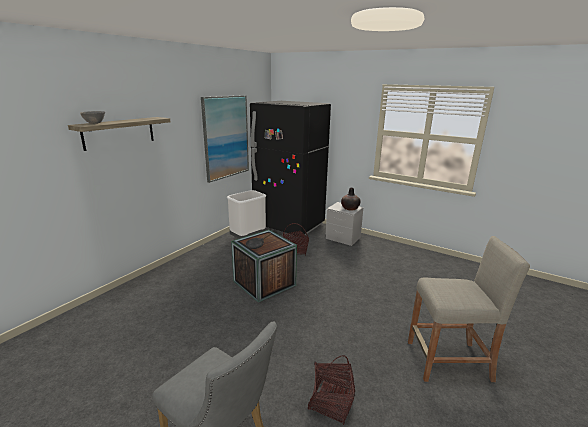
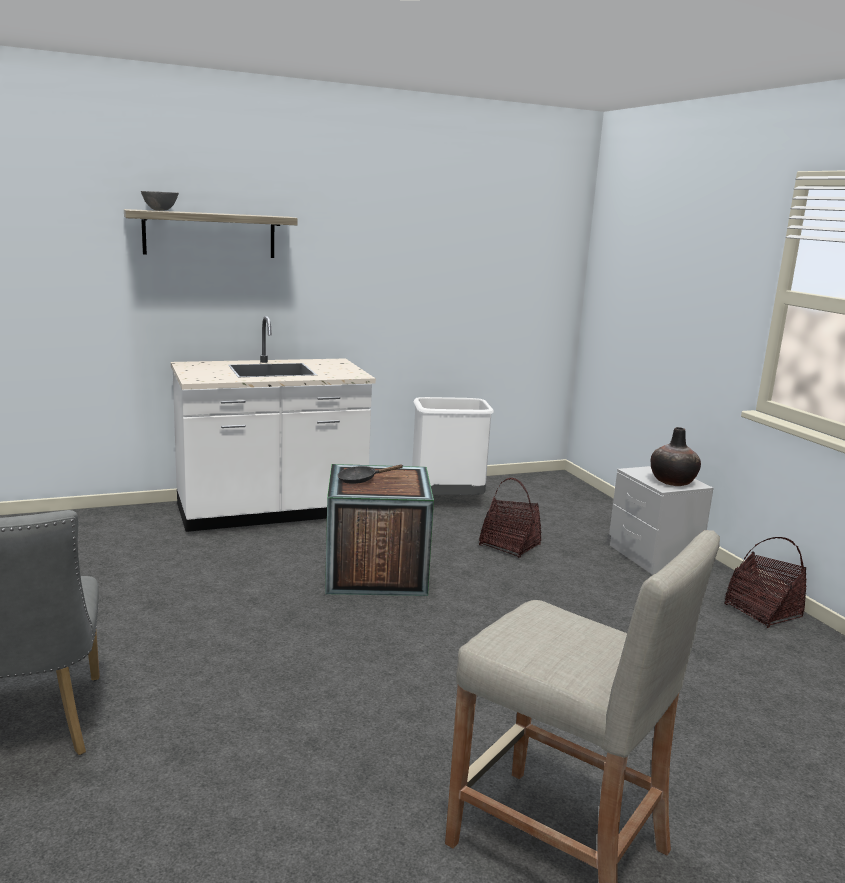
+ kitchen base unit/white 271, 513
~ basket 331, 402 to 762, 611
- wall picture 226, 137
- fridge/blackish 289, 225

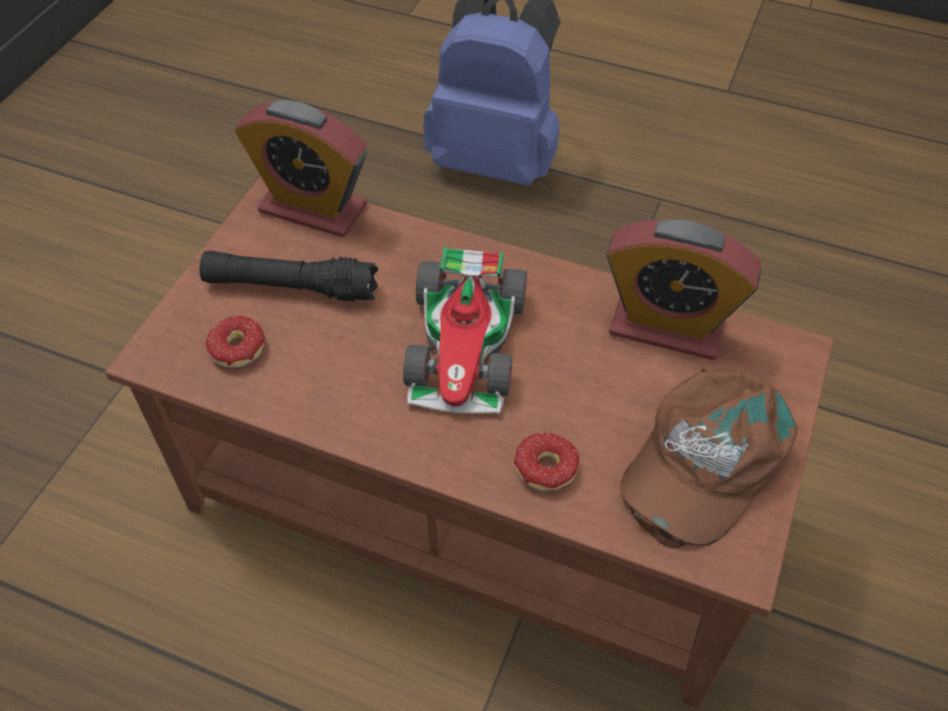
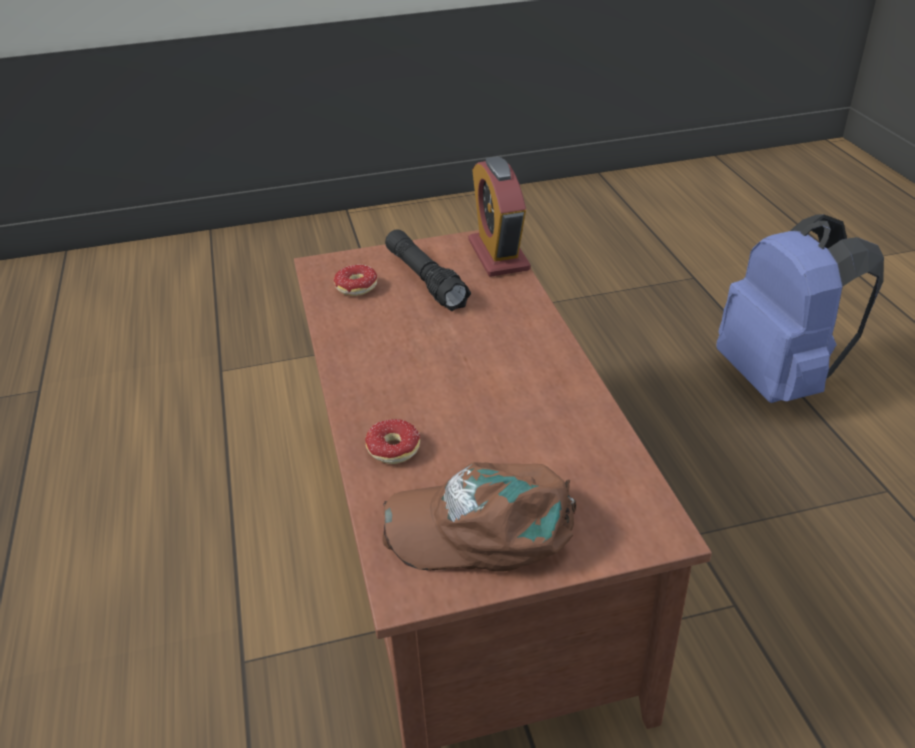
- miniature car 466, 344
- bedside clock 667, 327

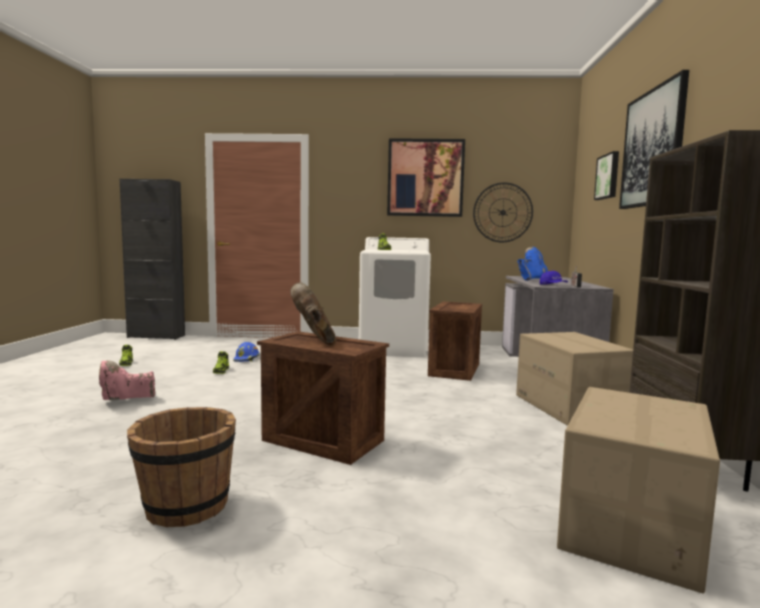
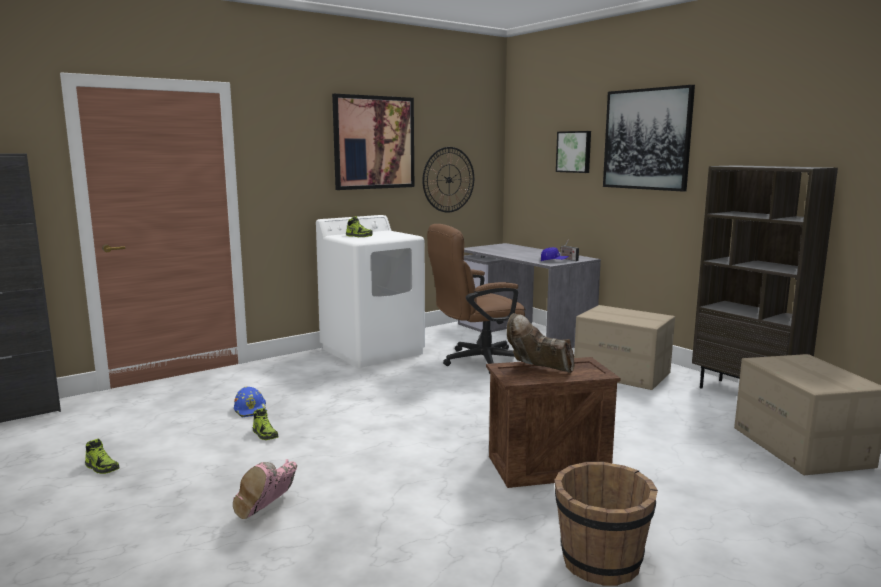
~ crate 453, 369 to office chair/brownish 476, 361
- boot/bluish 531, 279

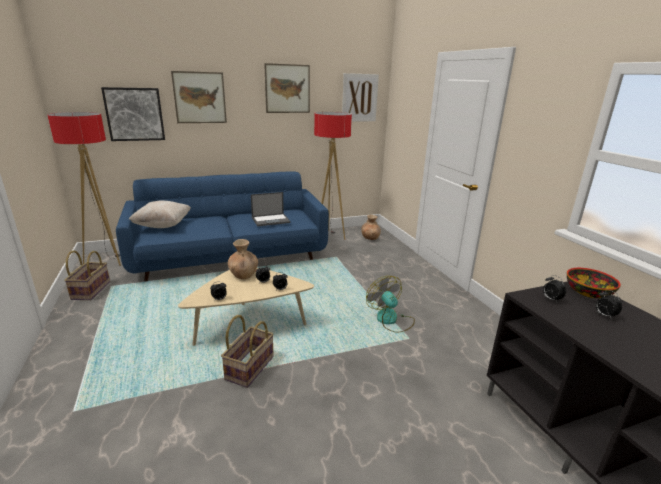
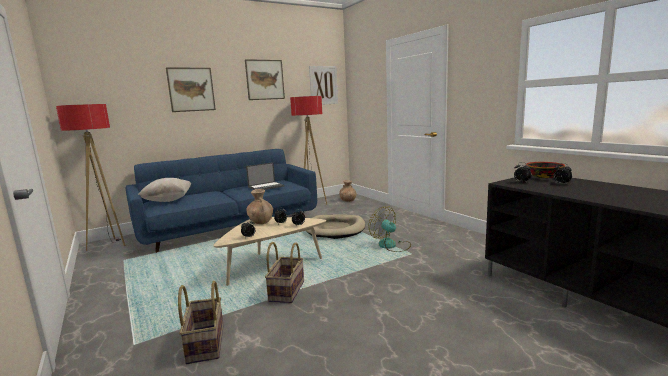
~ basket 90, 290 to 205, 343
+ pet bed/beige 335, 229
- wall picture 134, 114

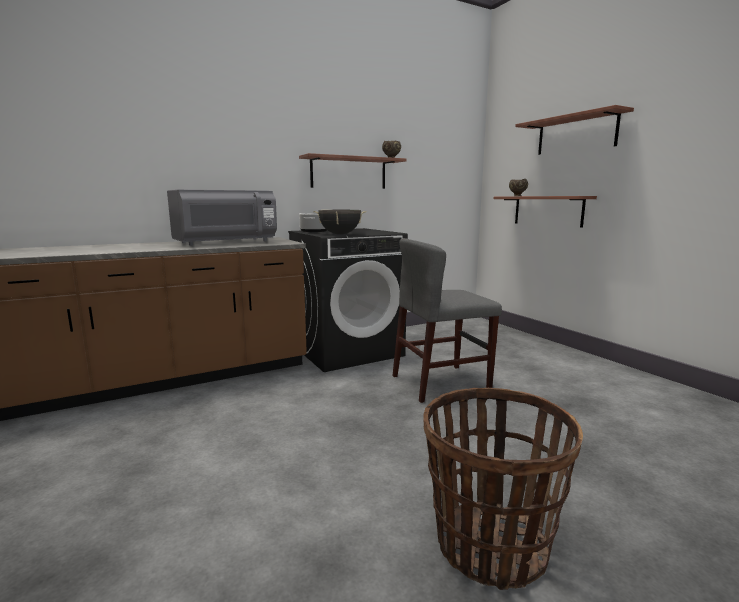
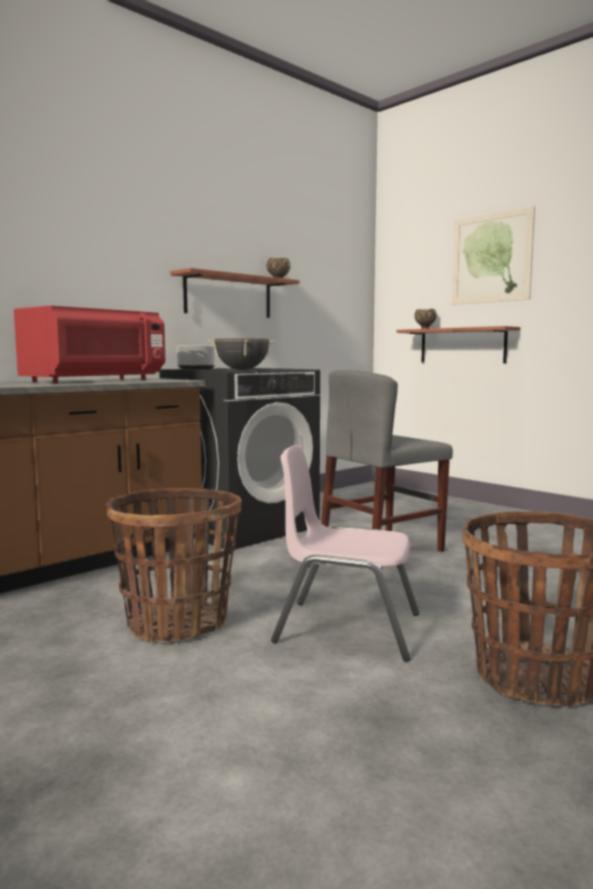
~ microwave oven/grey 225, 242 to microwave oven/red-coloured 95, 381
+ basket 178, 623
+ plain chair/pink-coloured 347, 628
~ wall shelf 576, 134 to wall picture 491, 258

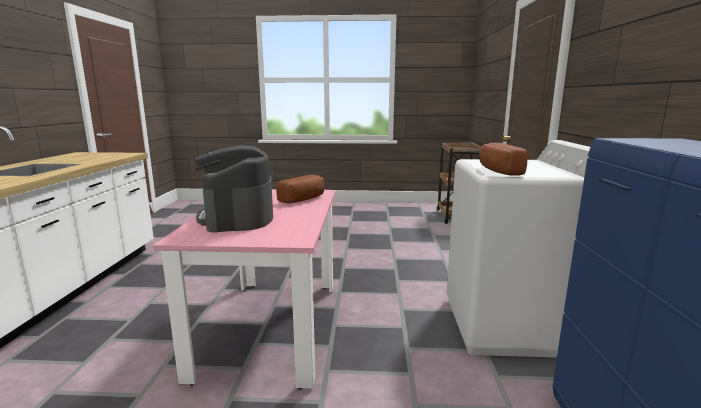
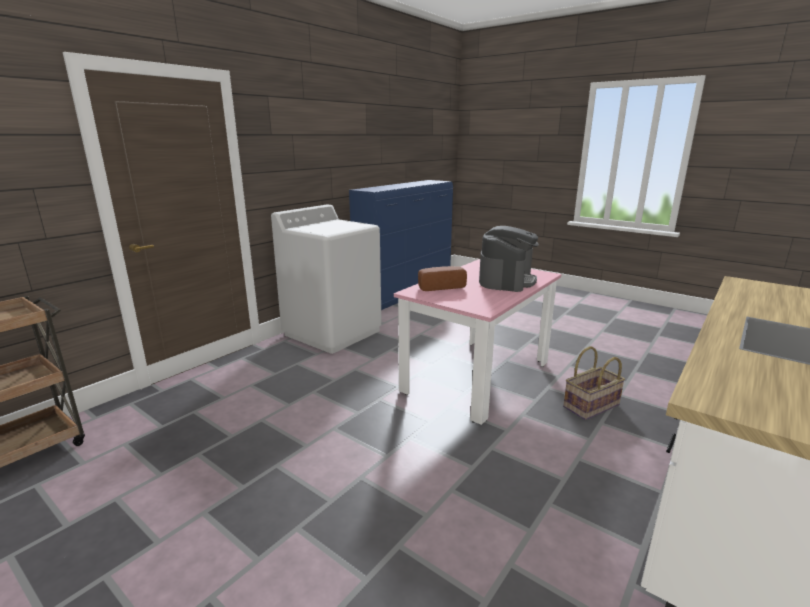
+ basket 591, 406
- baked bread 497, 171

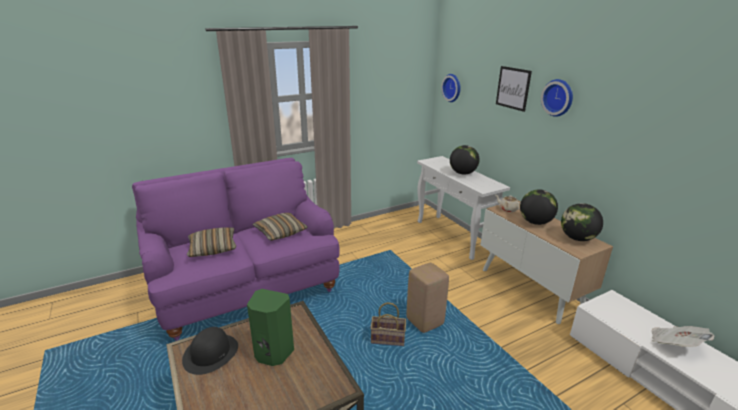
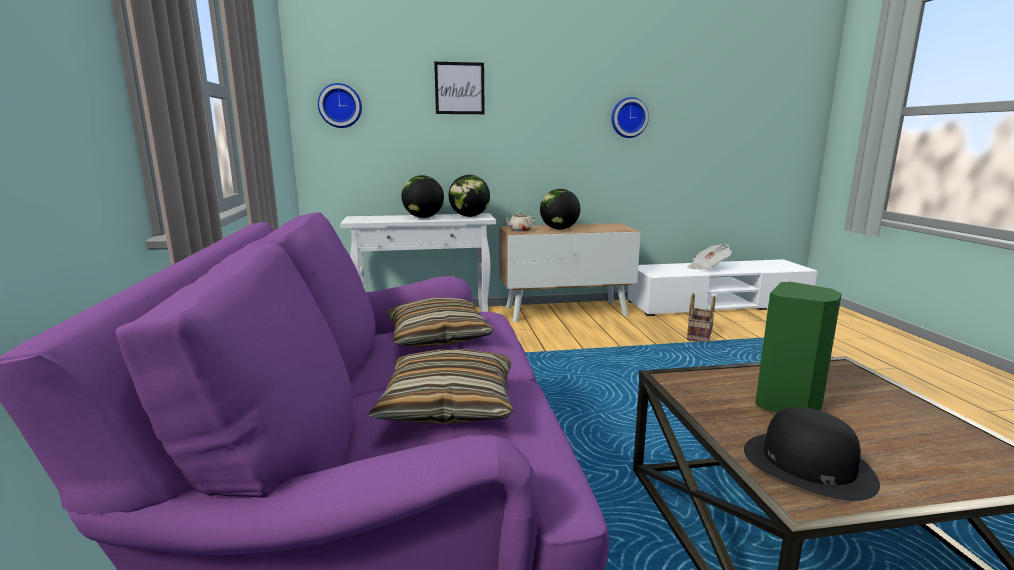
~ desk globe 577, 238 to 469, 216
~ hanging clock 558, 97 to 628, 117
~ basket 388, 338 to 698, 335
- sitting stool/beige 425, 322

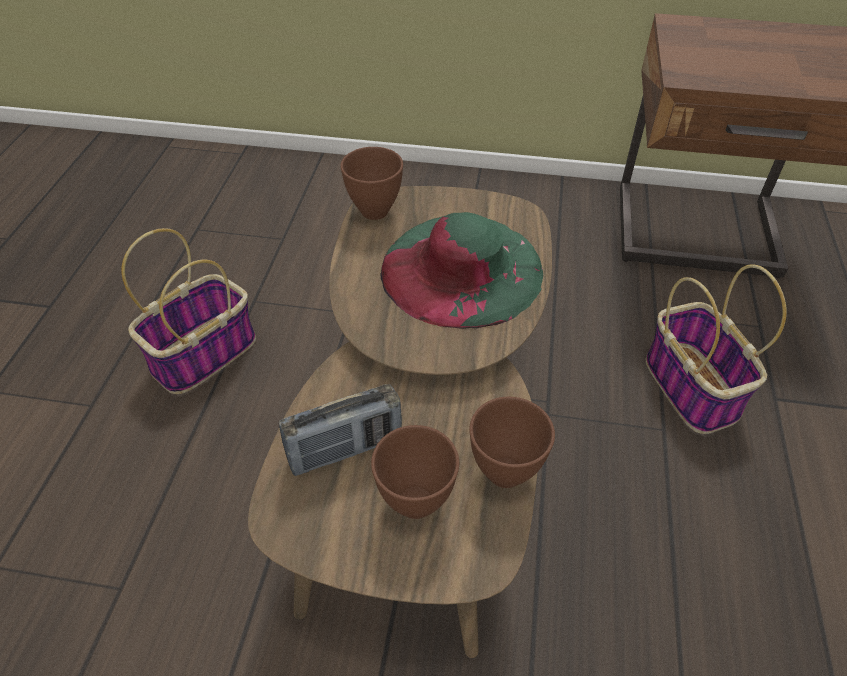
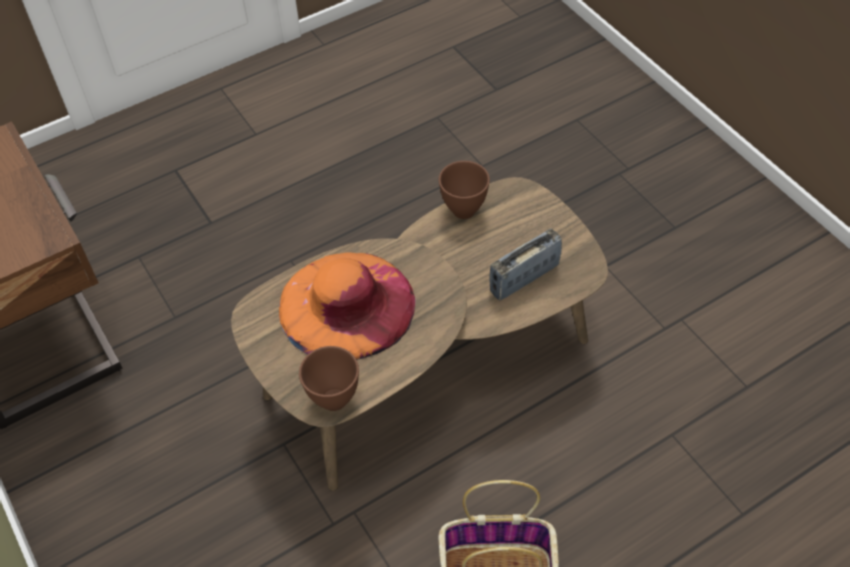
~ wearable hat/green-coloured 462, 269 to wearable hat/orange-coloured 346, 305
~ radio set 345, 449 = 524, 278 60 degrees counterclockwise
- serving bowl/brownish 413, 502
- basket 692, 388

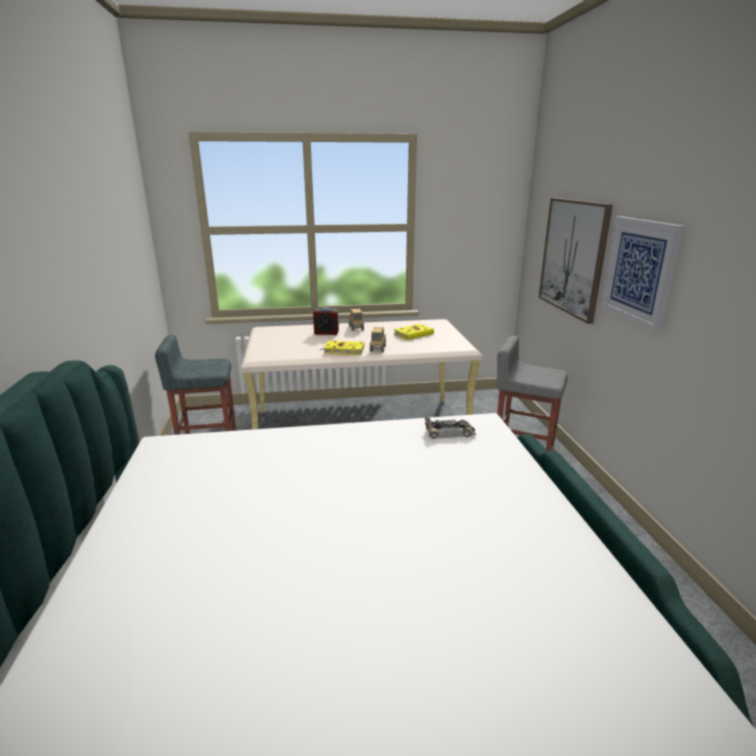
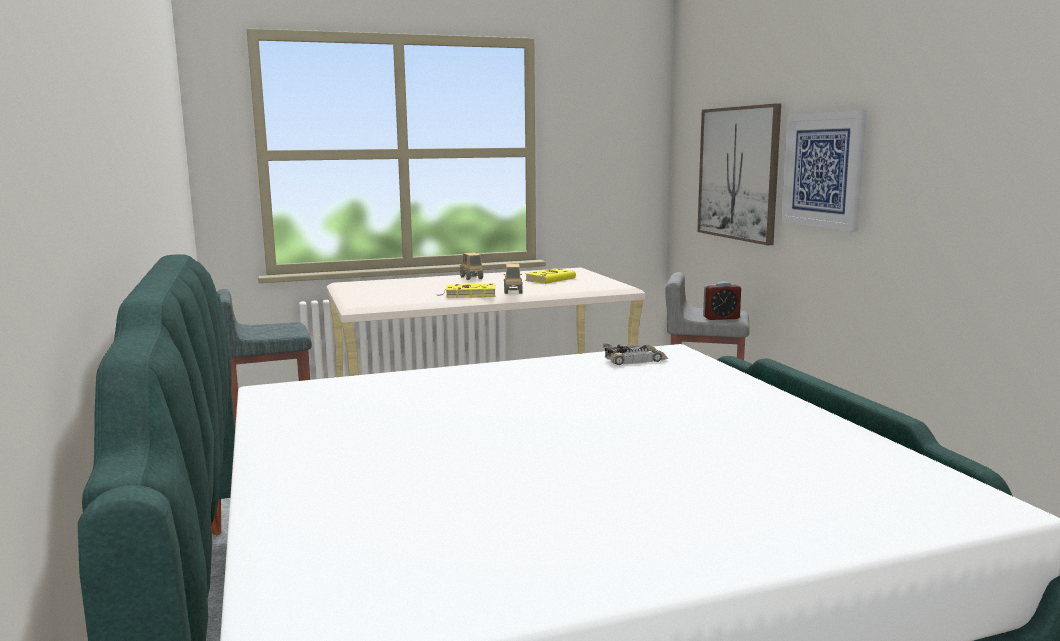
~ bedside clock 326, 333 to 721, 318

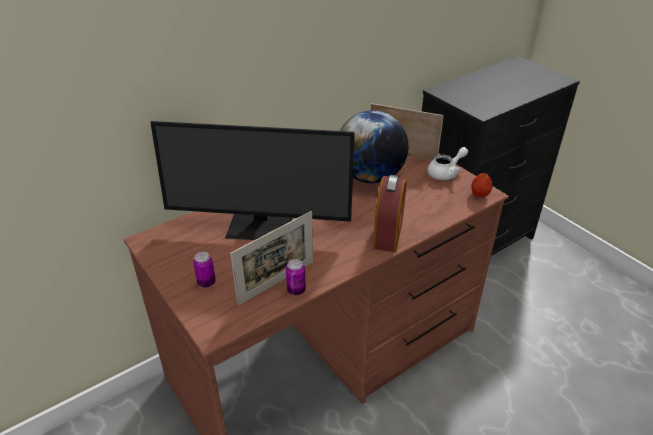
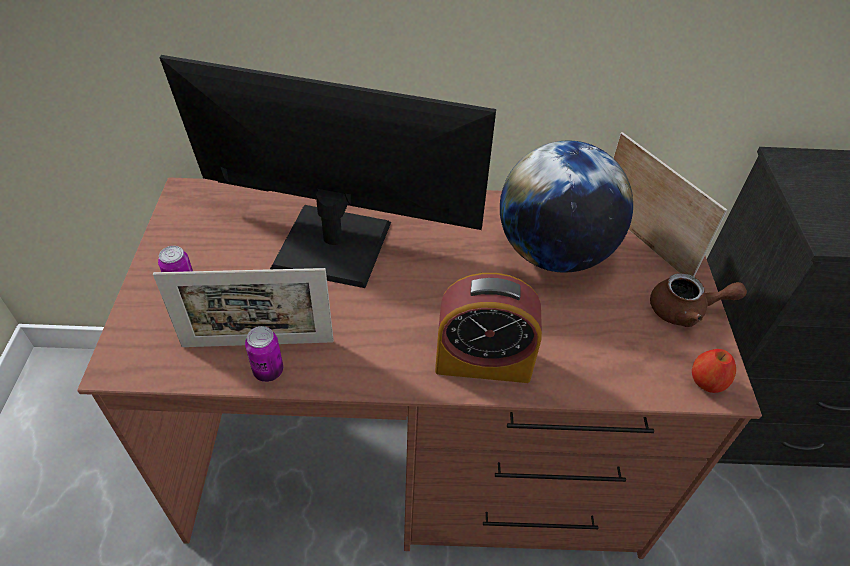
~ computer screen 261, 222 = 333, 242 150 degrees clockwise
~ bedside clock 388, 233 = 483, 361 45 degrees clockwise
~ tea pot/white 446, 173 to tea pot/brownish 685, 310

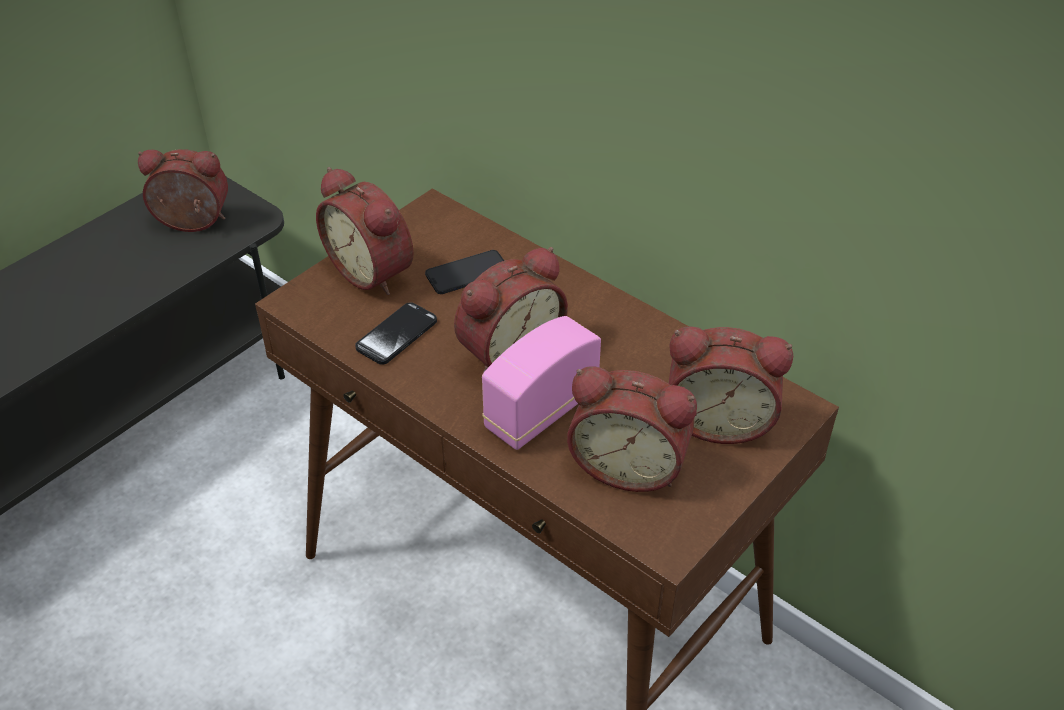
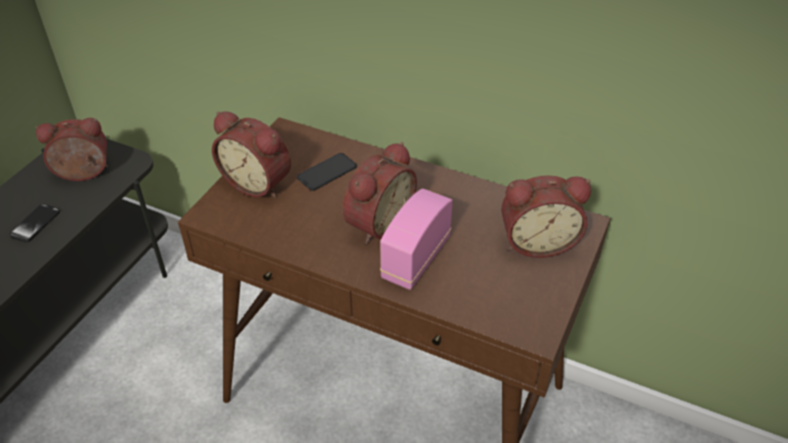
~ handset 396, 335 to 35, 224
- bedside clock 629, 464

